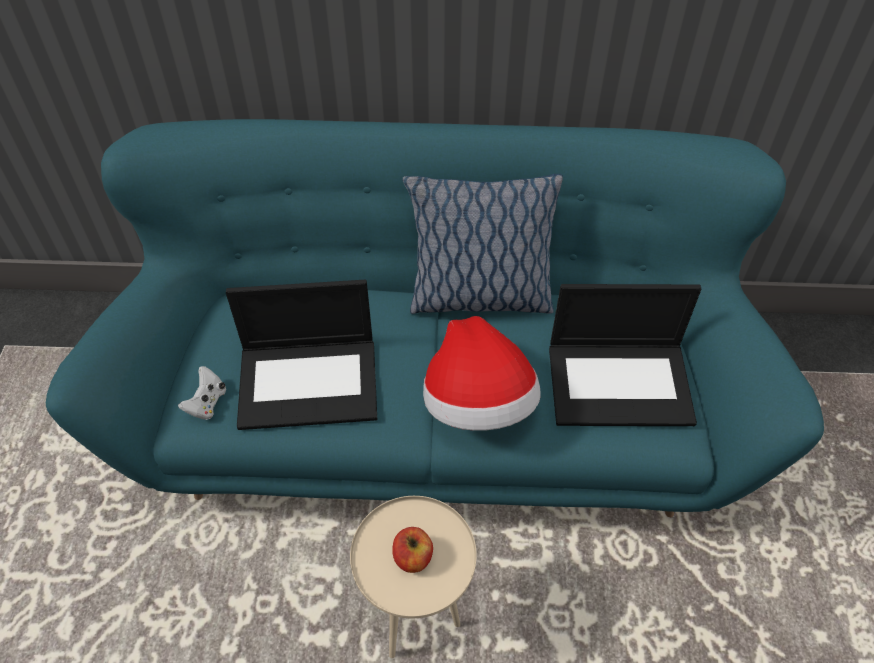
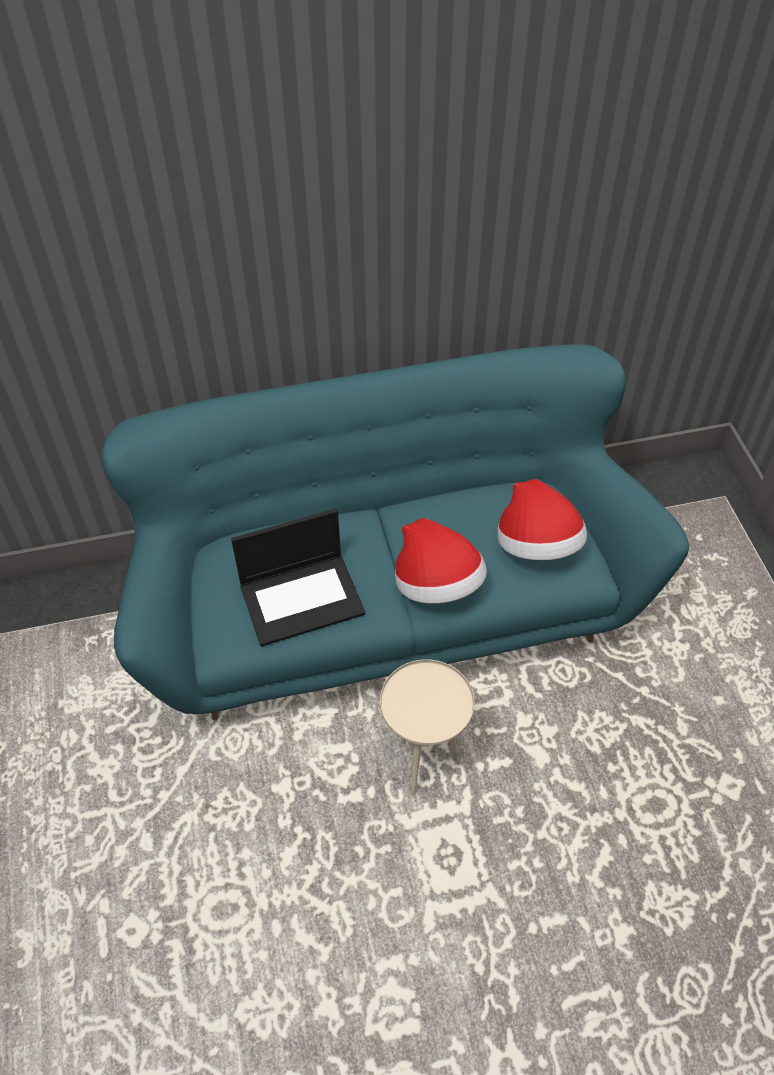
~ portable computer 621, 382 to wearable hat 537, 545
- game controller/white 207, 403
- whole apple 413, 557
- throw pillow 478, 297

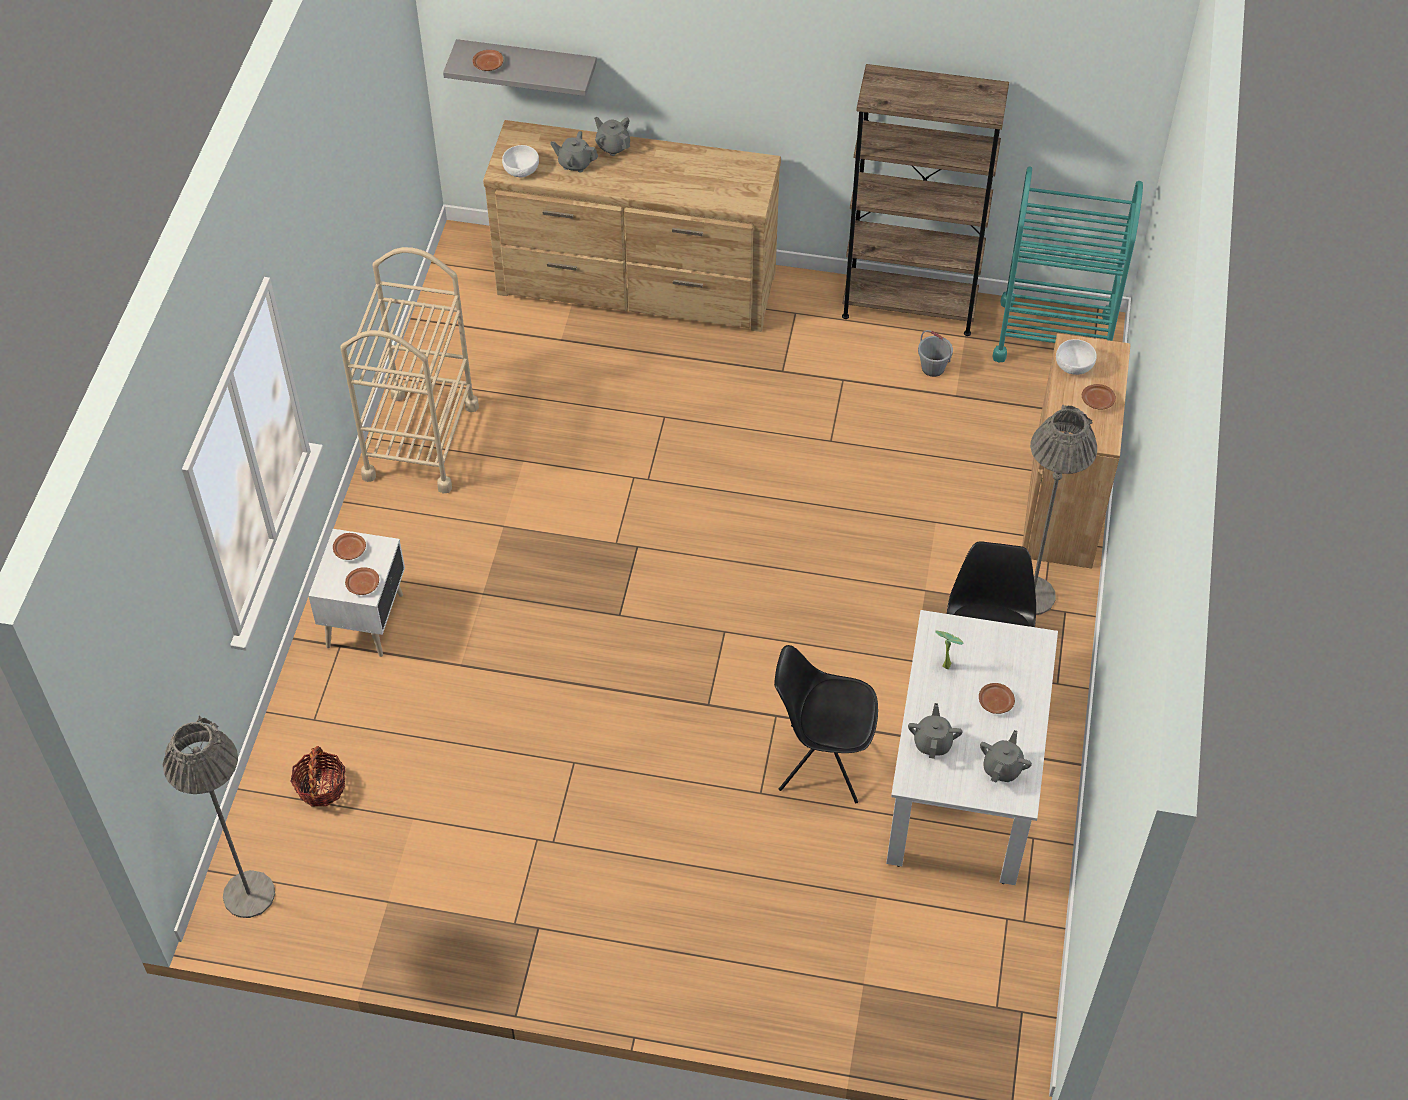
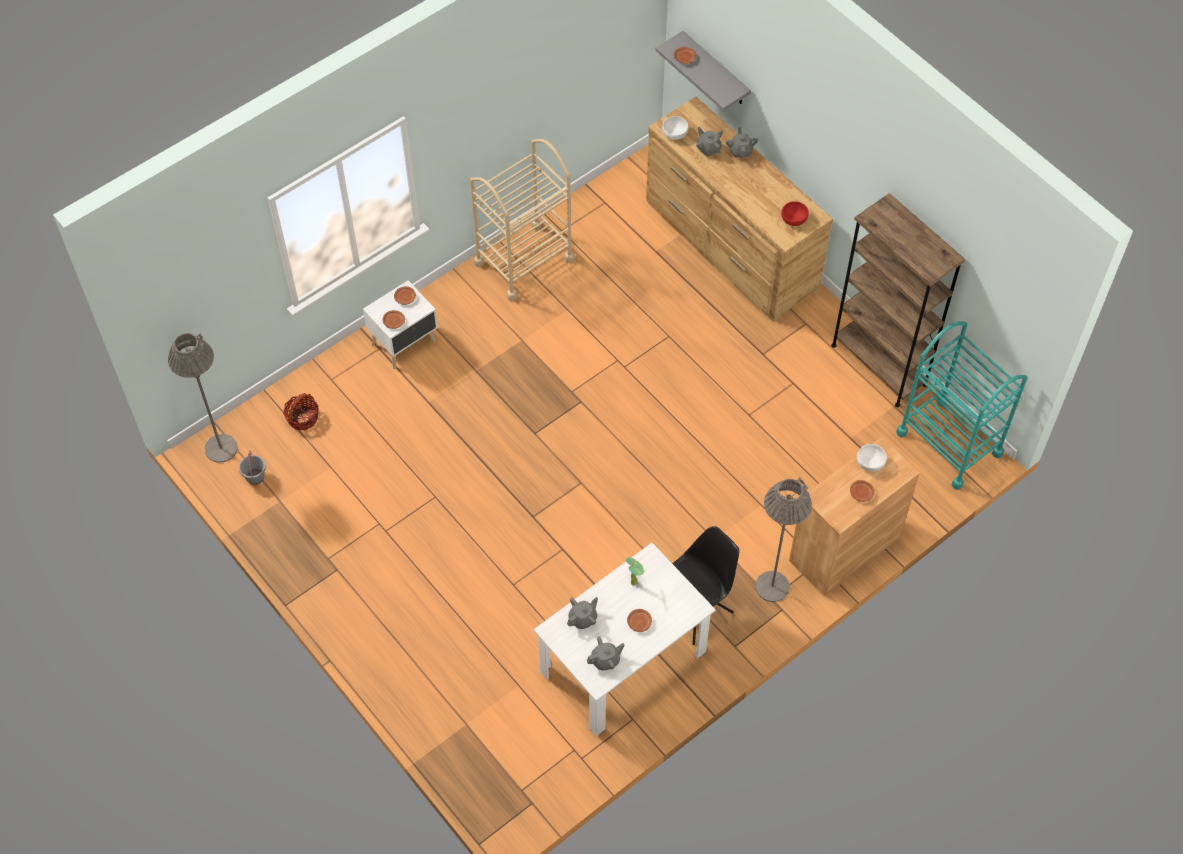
~ bucket/grey 933, 368 to 255, 477
+ serving bowl/red-coloured 794, 219
- plain chair/blackish 821, 763

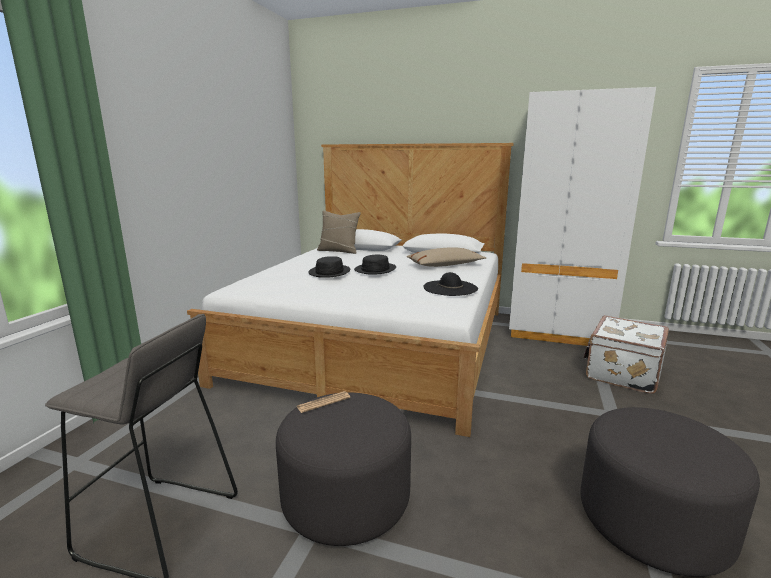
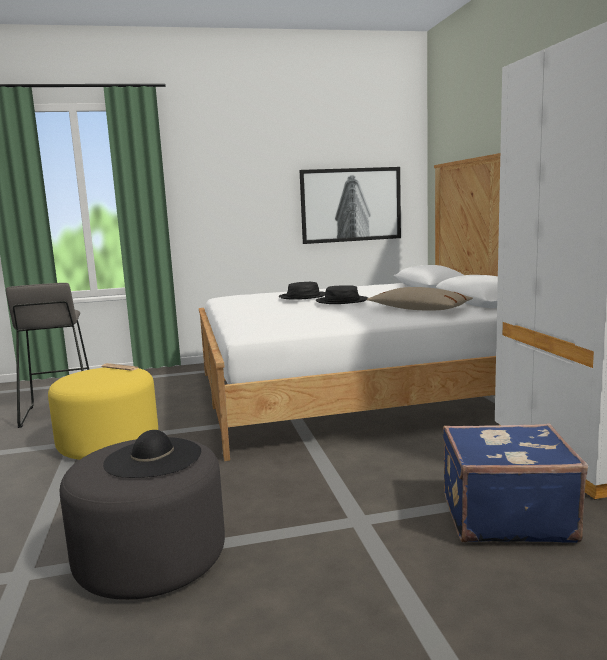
~ pouffe/grey 346, 498 to pouffe/yellow-coloured 109, 443
~ wearable hat/blackish 450, 288 to 153, 458
+ wall picture 351, 205
~ travel case/white 621, 373 to travel case/bluish 504, 516
- throw pillow/beige 338, 251

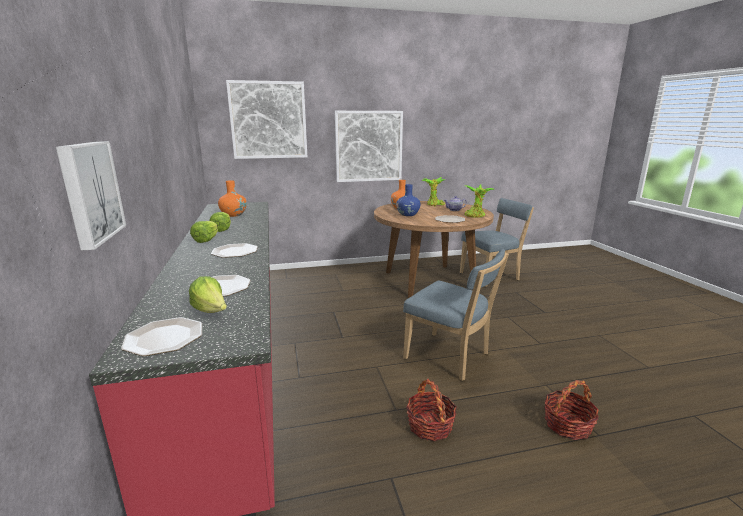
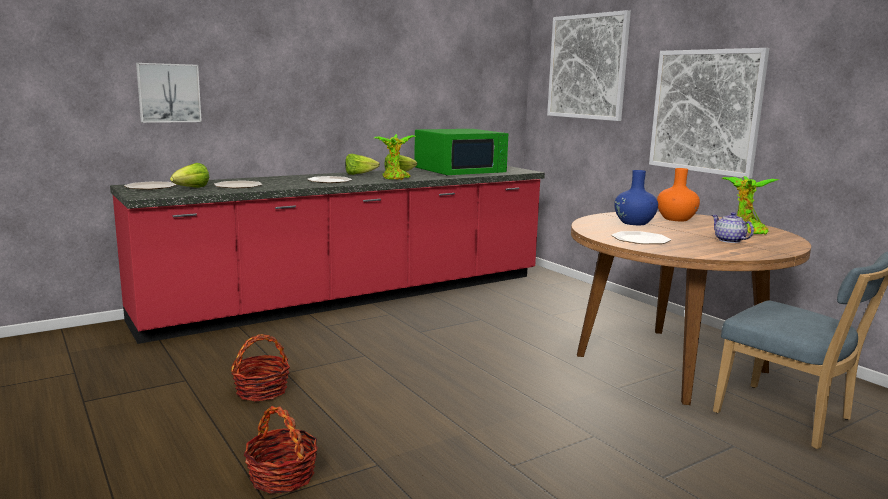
~ plant in a pot 475, 216 to 395, 179
~ vase/orange-coloured 233, 215 to microwave oven/green-coloured 460, 171
- plain chair/bluish 450, 357

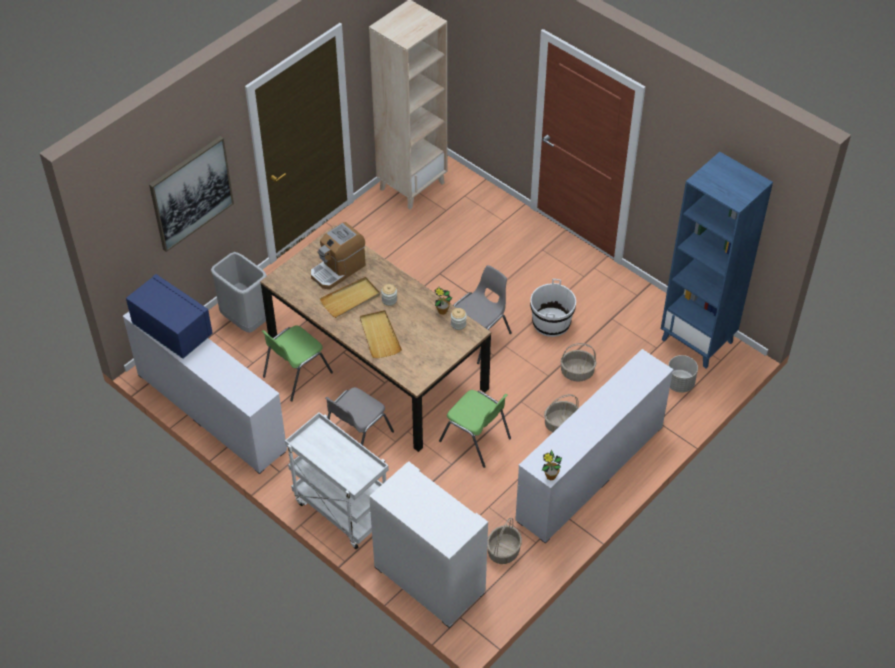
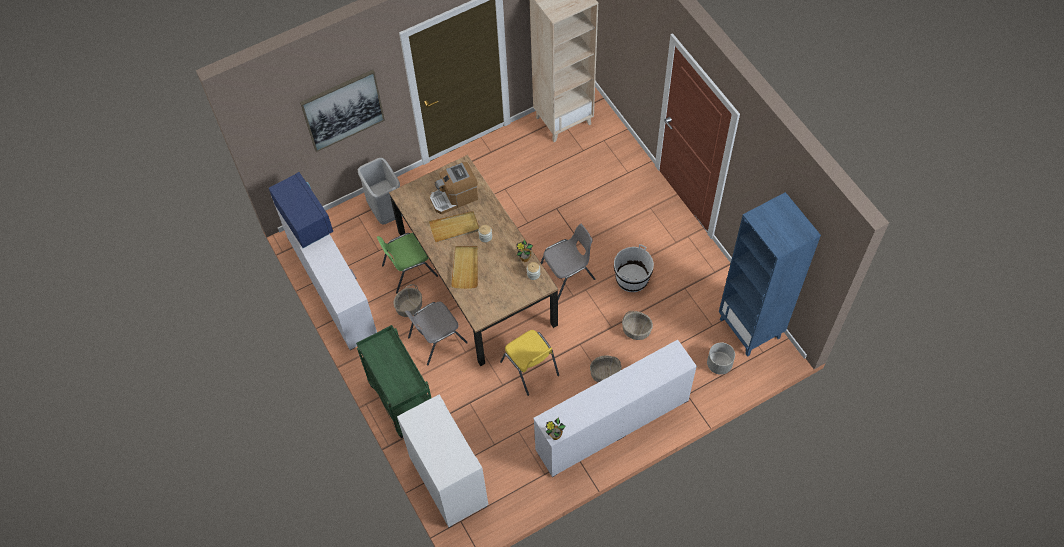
~ trolley/white 340, 510 to trolley/green-coloured 401, 400
~ basket 503, 551 to 409, 306
~ plain chair/green-coloured 476, 440 to plain chair/yellow-coloured 530, 369

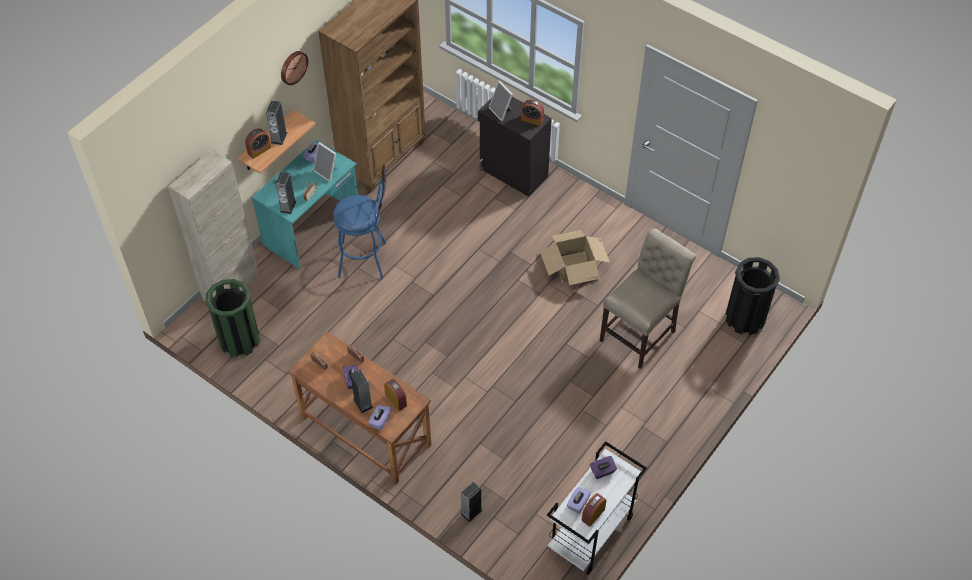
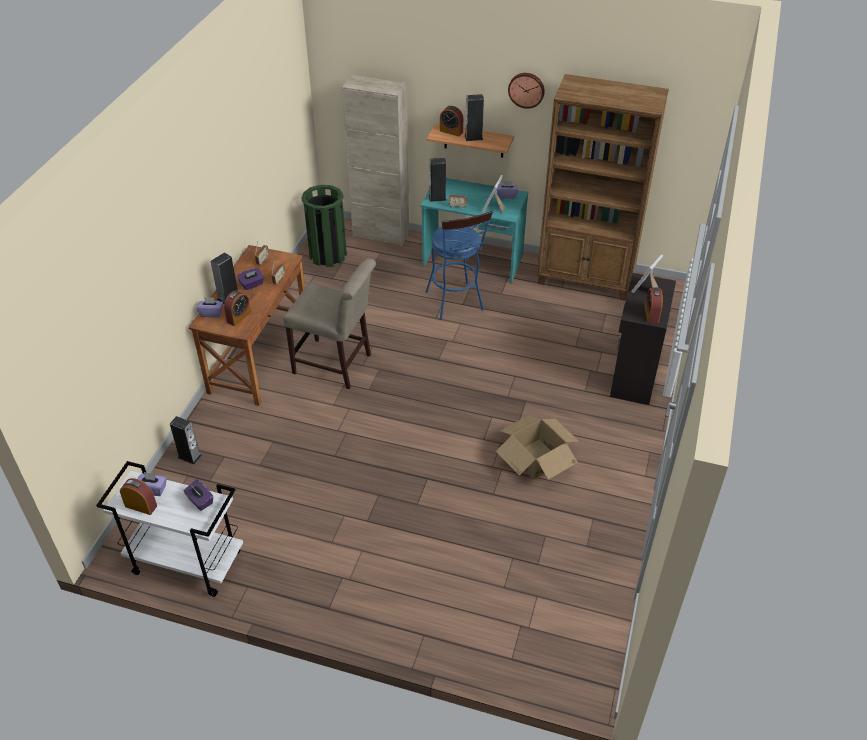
~ plain chair/beige 641, 333 to 336, 365
- waste bin/blackish 745, 318

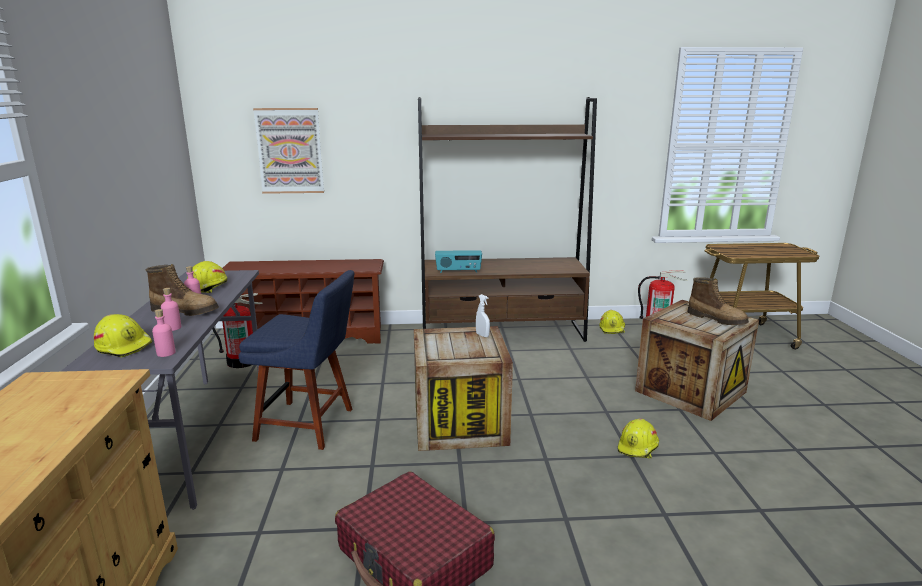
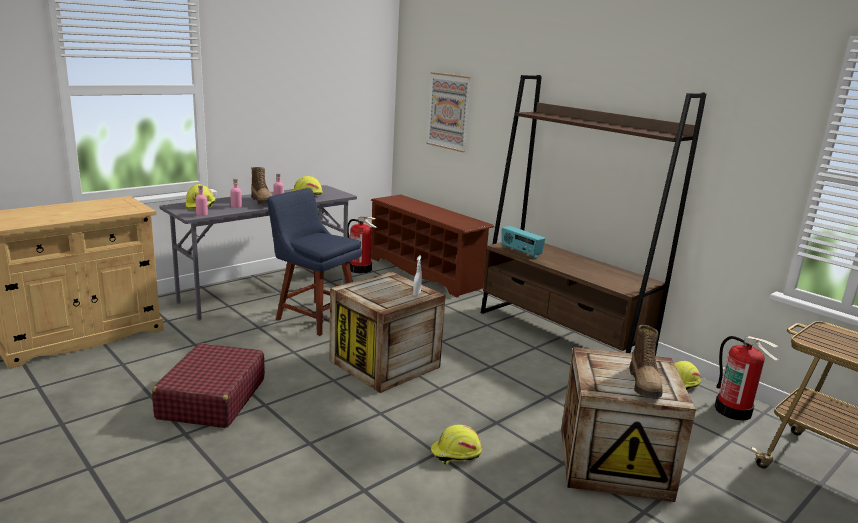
~ plain chair/bluish 309, 425 = 314, 316 150 degrees clockwise

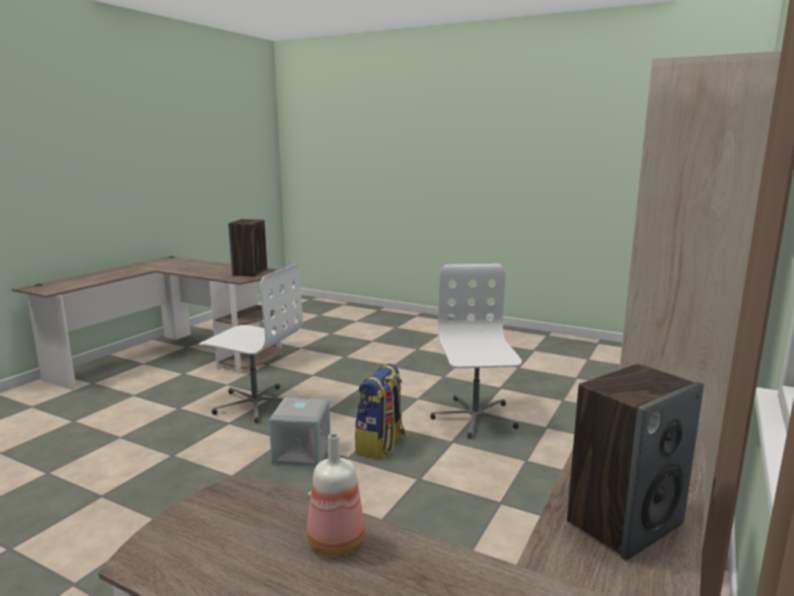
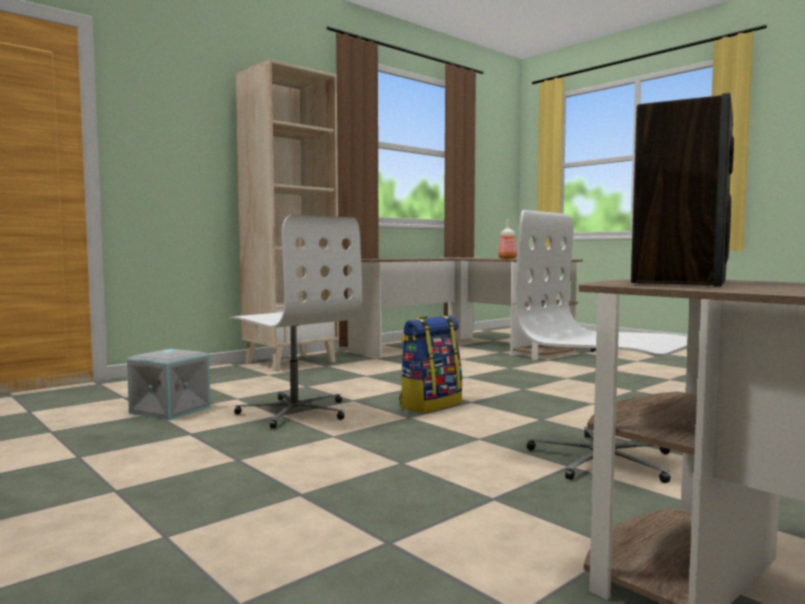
~ storage bin/grey 303, 453 to 169, 410
~ office chair/white 474, 417 = 295, 411 60 degrees counterclockwise
- speaker 624, 522

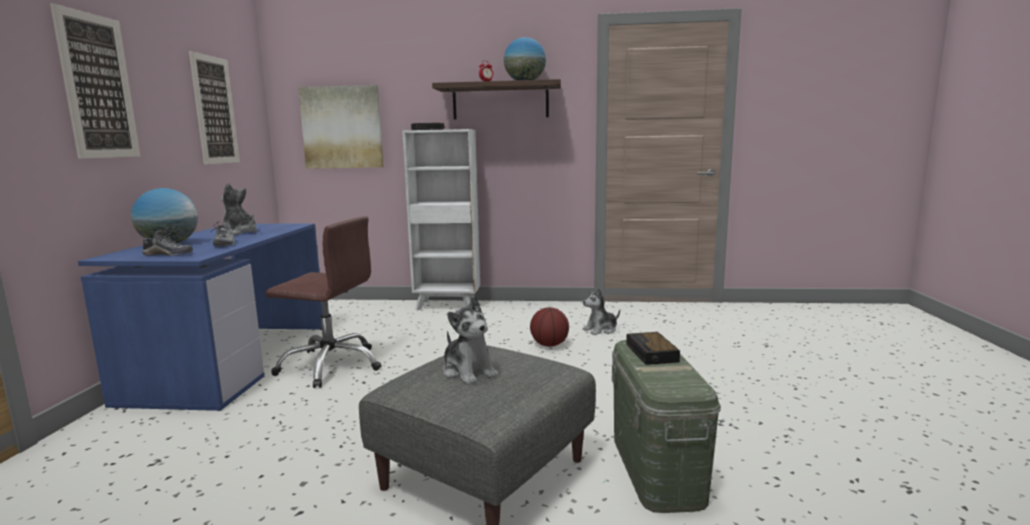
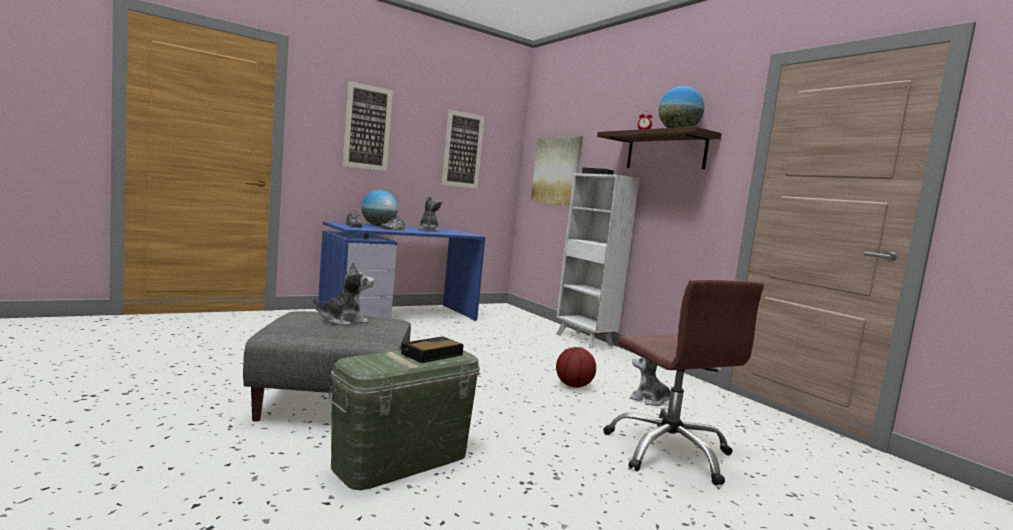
~ plush toy 468, 371 = 344, 321 135 degrees counterclockwise
~ office chair/brownish 331, 365 to 669, 452

